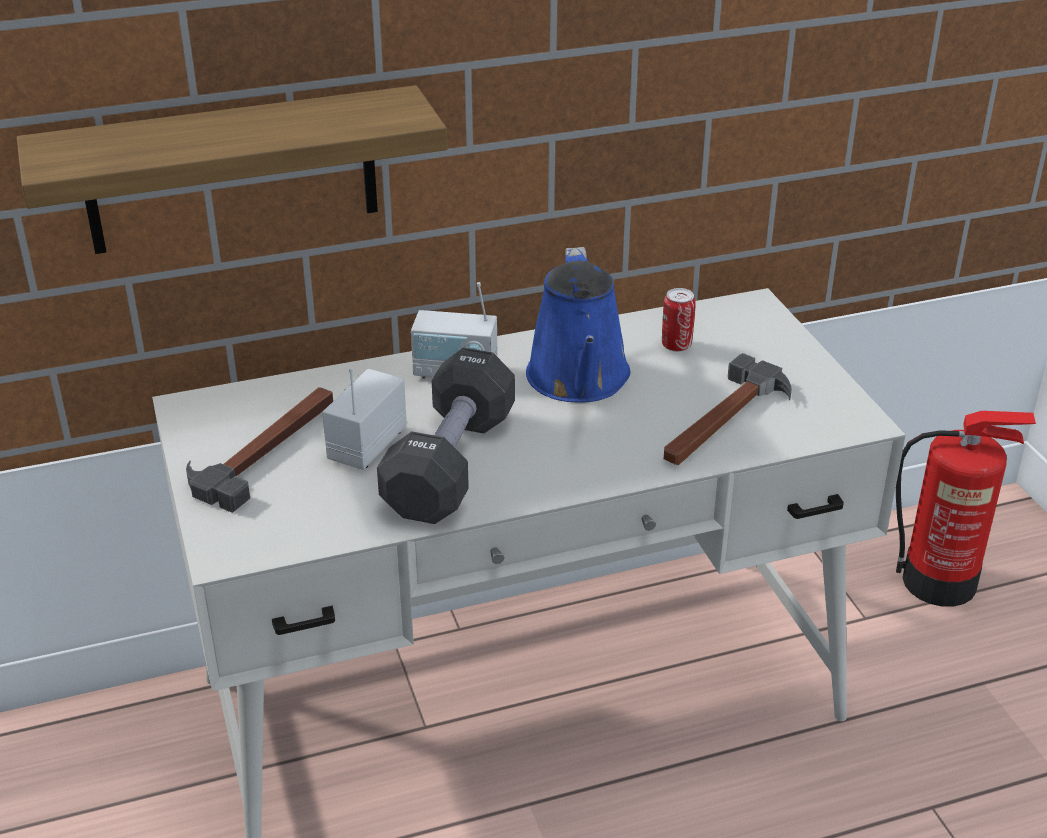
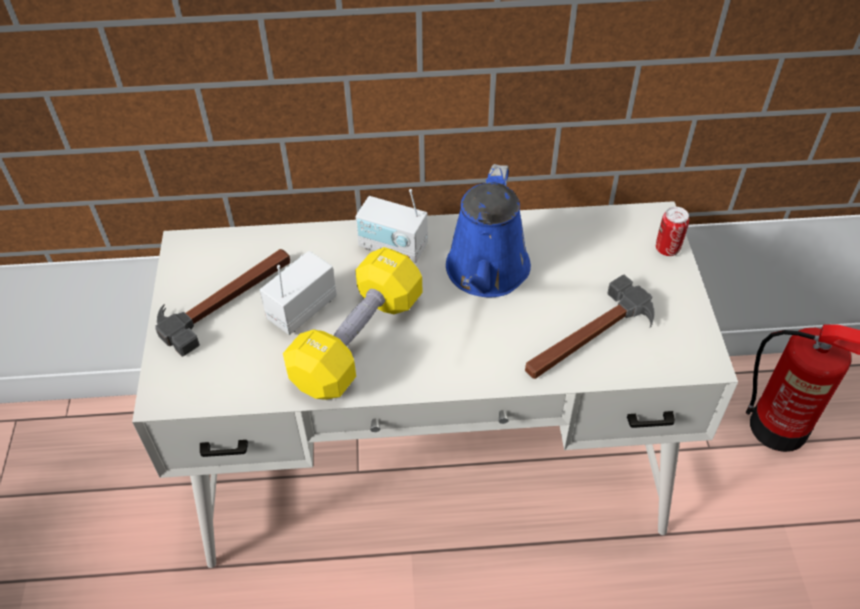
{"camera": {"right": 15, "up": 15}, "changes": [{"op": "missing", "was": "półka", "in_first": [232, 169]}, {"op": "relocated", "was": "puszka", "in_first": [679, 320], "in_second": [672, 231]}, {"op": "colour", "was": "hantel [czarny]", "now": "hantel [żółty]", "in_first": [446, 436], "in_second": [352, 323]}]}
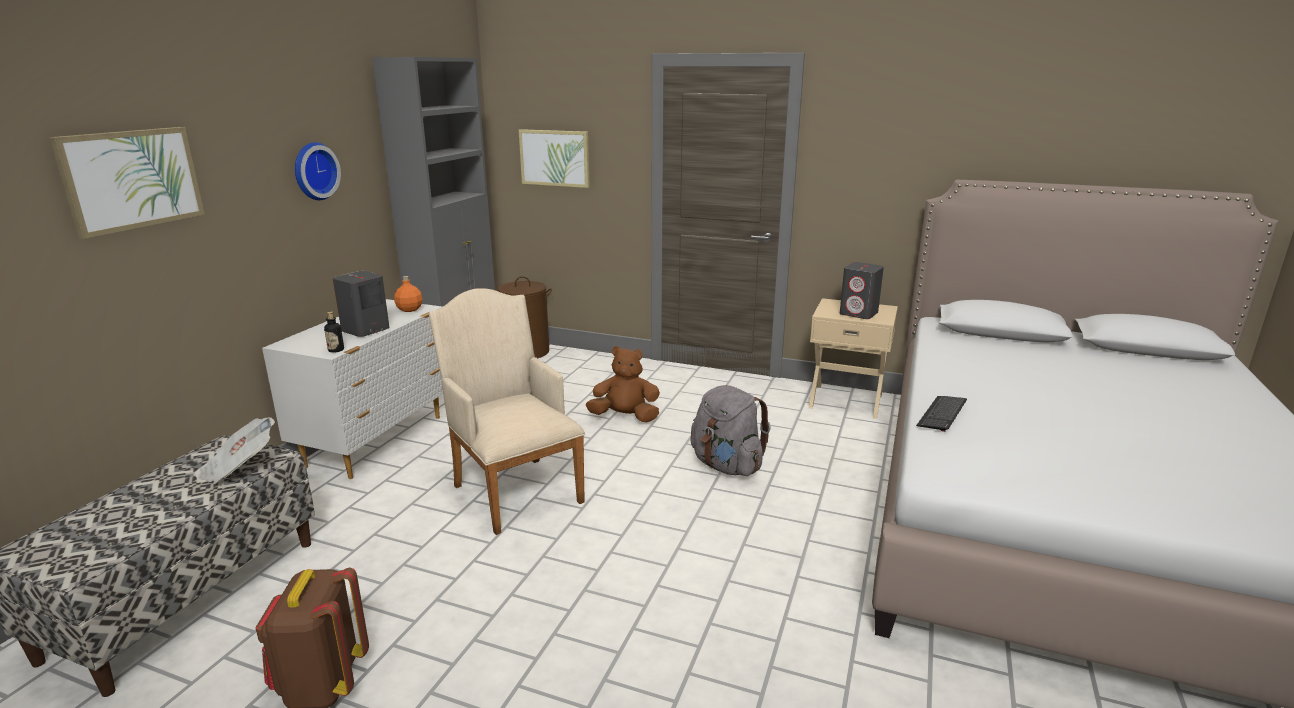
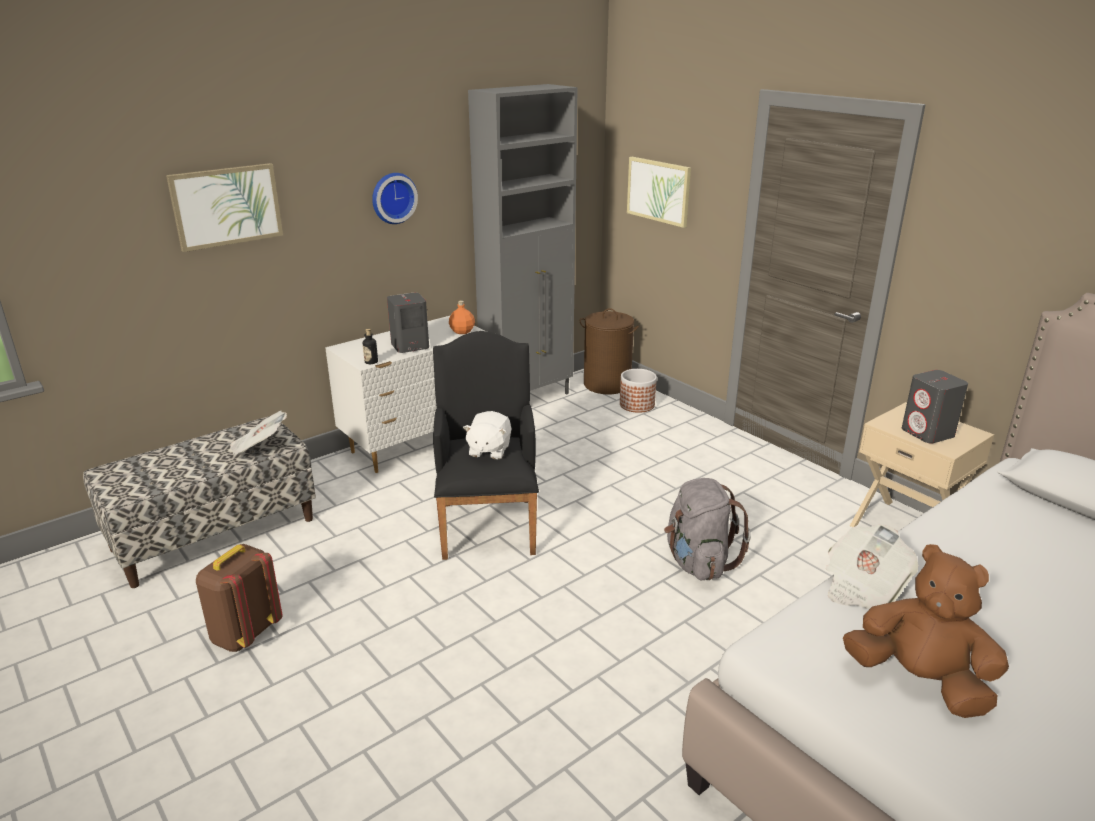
{"camera": {"right": 30, "up": 5}, "changes": [{"op": "appeared", "now": "pluszak [biały]", "in_second": [487, 435]}, {"op": "appeared", "now": "donica", "in_second": [638, 391]}, {"op": "relocated", "was": "pluszak [brązowy]", "in_first": [623, 384], "in_second": [926, 631]}, {"op": "exchanged", "was": "klawiatura", "now": "gazeta", "in_first": [941, 414], "in_second": [872, 567]}, {"op": "colour", "was": "fotel [beżowy]", "now": "fotel [czarny]", "in_first": [507, 411], "in_second": [486, 445]}]}
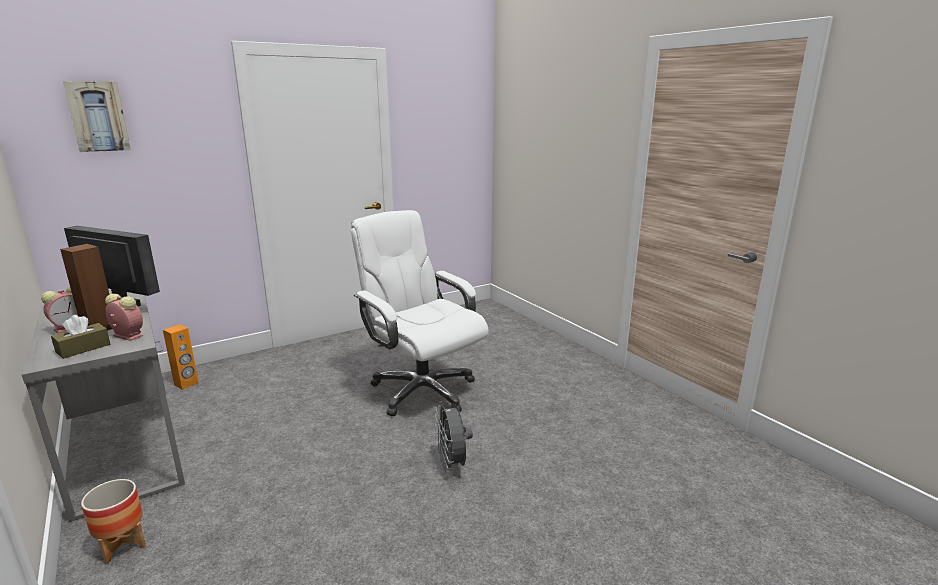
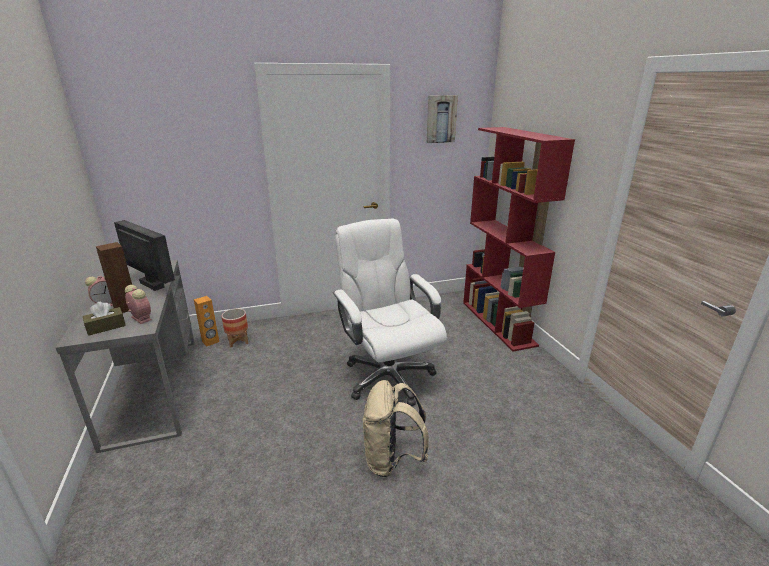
{"camera": {"right": 15, "up": 5}, "changes": [{"op": "appeared", "now": "regał [czerwony]", "in_second": [519, 239]}, {"op": "relocated", "was": "obraz", "in_first": [97, 116], "in_second": [442, 119]}, {"op": "relocated", "was": "donica", "in_first": [113, 521], "in_second": [235, 328]}, {"op": "exchanged", "was": "wentylator [szary]", "now": "plecak [beżowy]", "in_first": [454, 437], "in_second": [396, 428]}]}
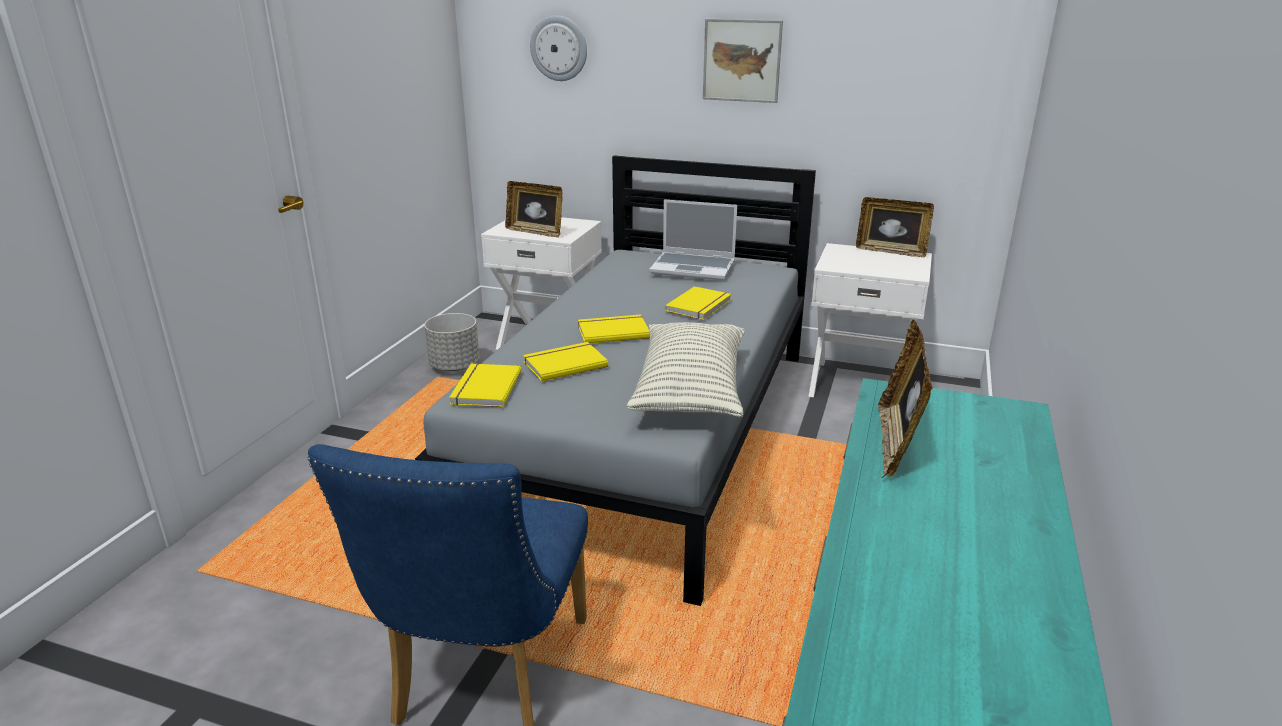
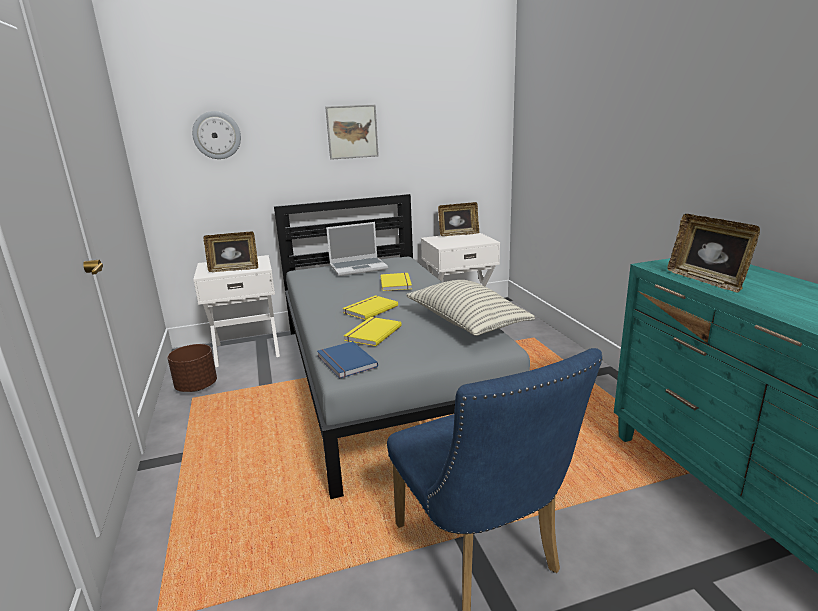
{"camera": {"right": -35, "up": -5}, "changes": [{"op": "colour", "was": "donica [szary]", "now": "donica [brązowy]", "in_first": [452, 342], "in_second": [192, 368]}, {"op": "colour", "was": "książka [żółty]", "now": "książka [niebieski]", "in_first": [485, 385], "in_second": [347, 360]}]}
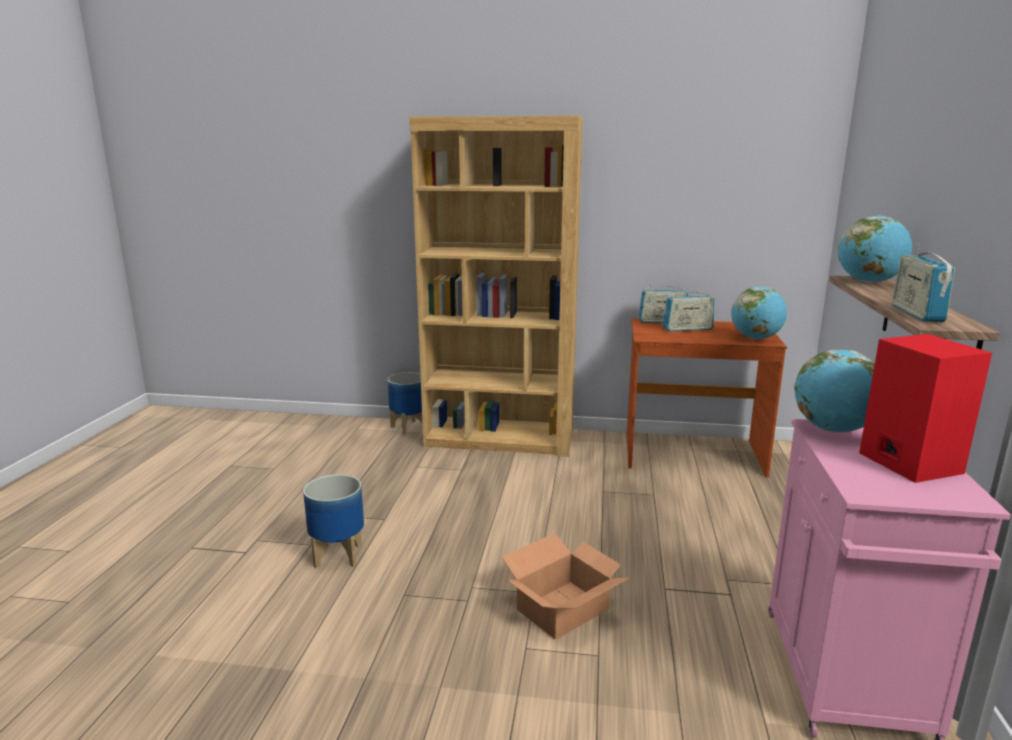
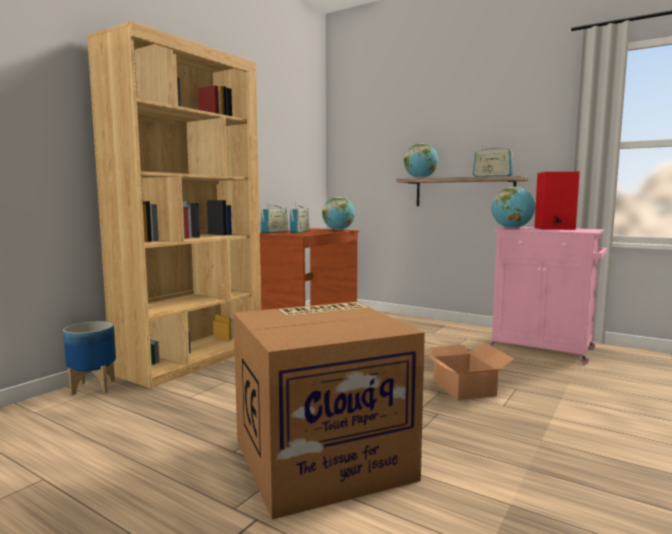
{"camera": {"right": -65, "up": -10}, "changes": [{"op": "exchanged", "was": "donica", "now": "karton", "in_first": [333, 521], "in_second": [329, 411]}]}
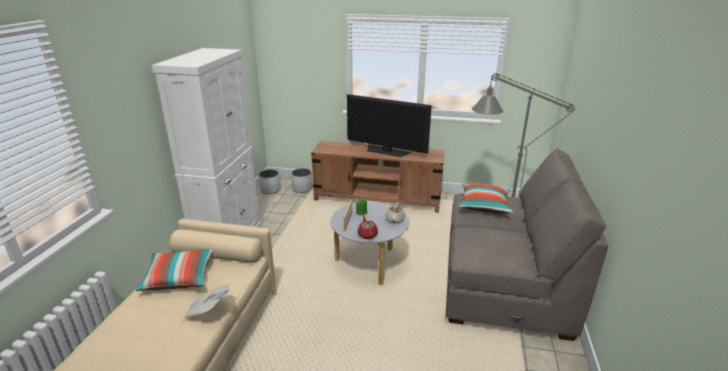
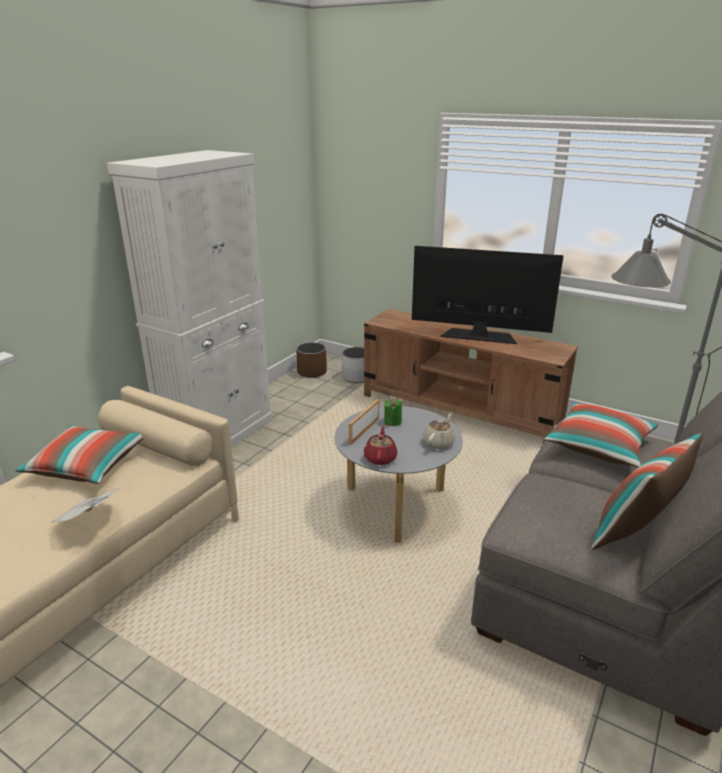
{"camera": {"right": 20, "up": 0}, "changes": [{"op": "appeared", "now": "poduszka", "in_second": [647, 491]}, {"op": "colour", "was": "donica [biały]", "now": "donica [brązowy]", "in_first": [269, 181], "in_second": [311, 360]}, {"op": "spun", "was": "telewizor", "in_first": [389, 125], "in_second": [488, 295], "clockwise": 150}]}
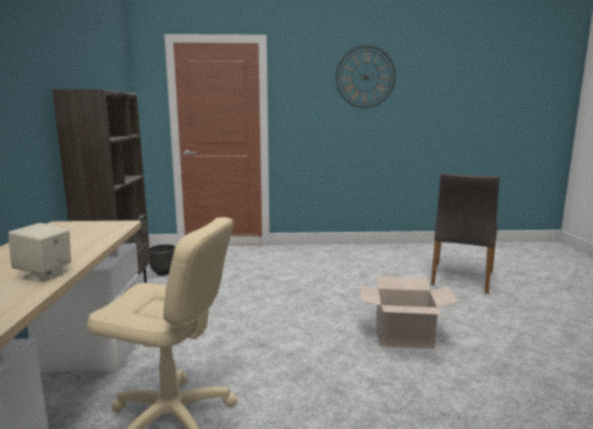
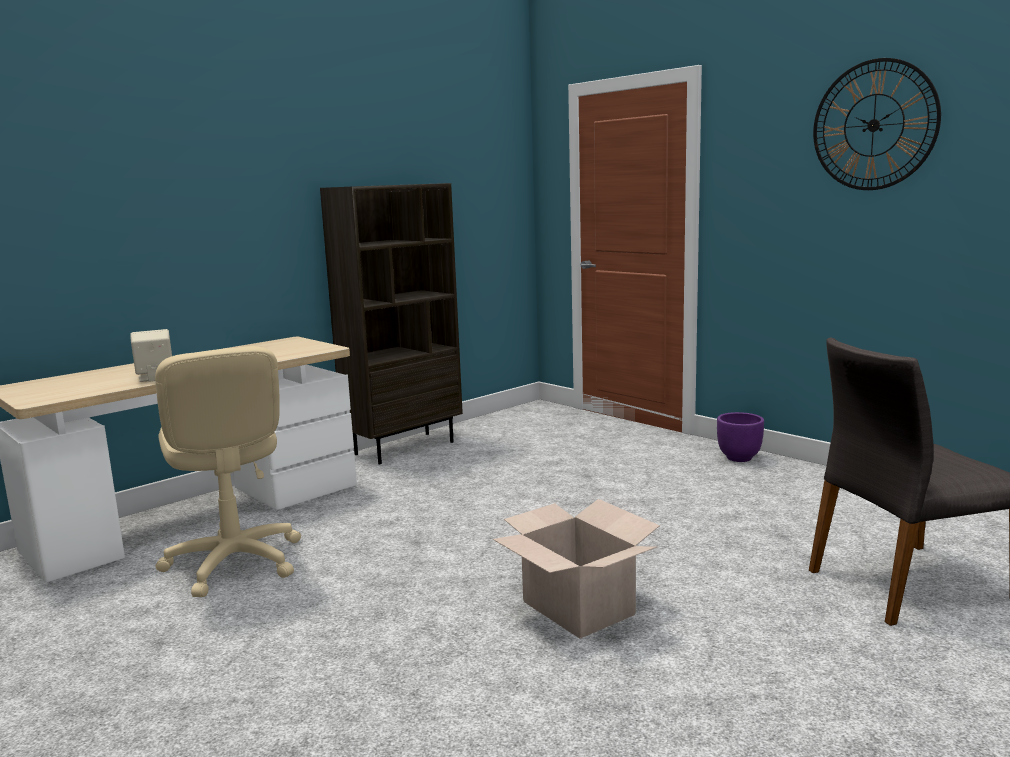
{"camera": {"right": 50, "up": 0}, "changes": [{"op": "missing", "was": "donica [czarny]", "in_first": [162, 259]}, {"op": "appeared", "now": "donica [fioletowy]", "in_second": [740, 437]}]}
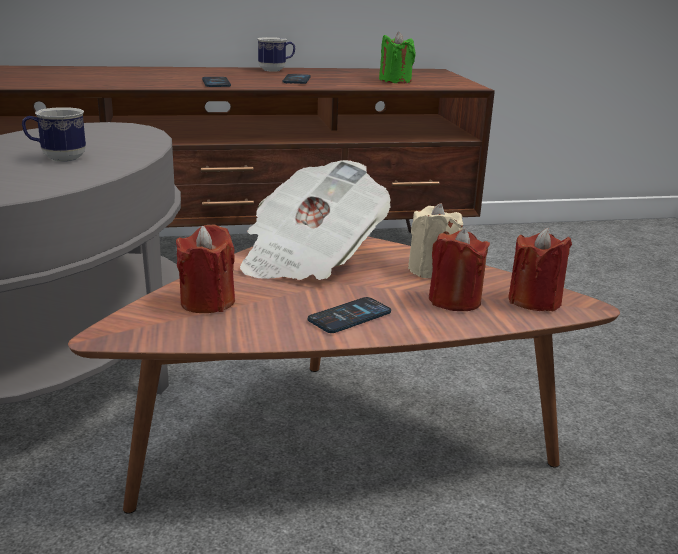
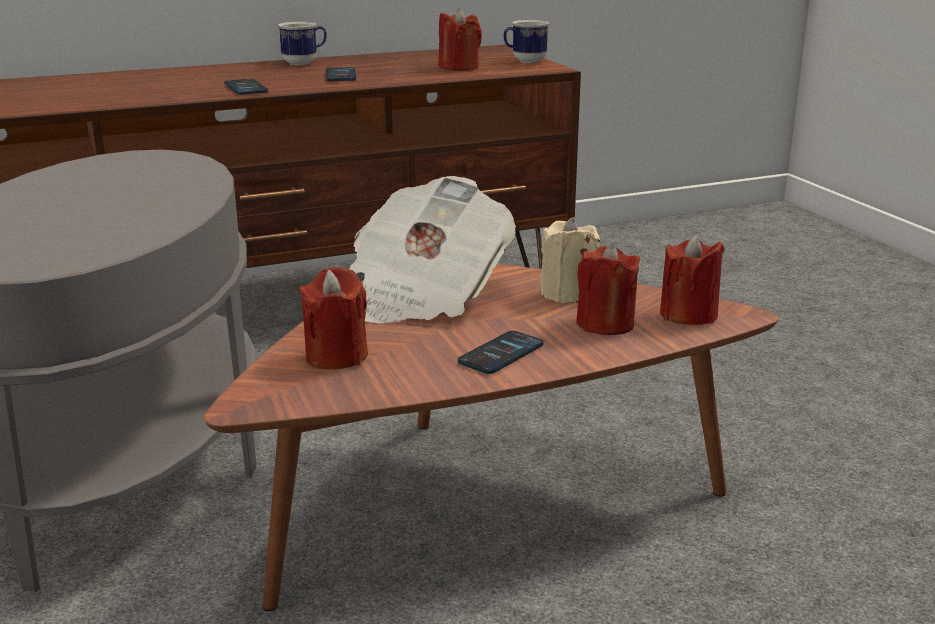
{"camera": {"right": -10, "up": 0}, "changes": [{"op": "relocated", "was": "kubek", "in_first": [54, 134], "in_second": [526, 41]}, {"op": "colour", "was": "świeca [zielony]", "now": "świeca [czerwony]", "in_first": [397, 57], "in_second": [460, 39]}]}
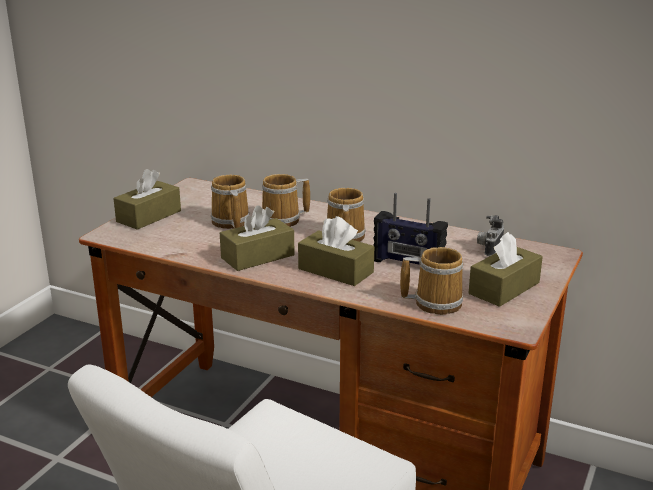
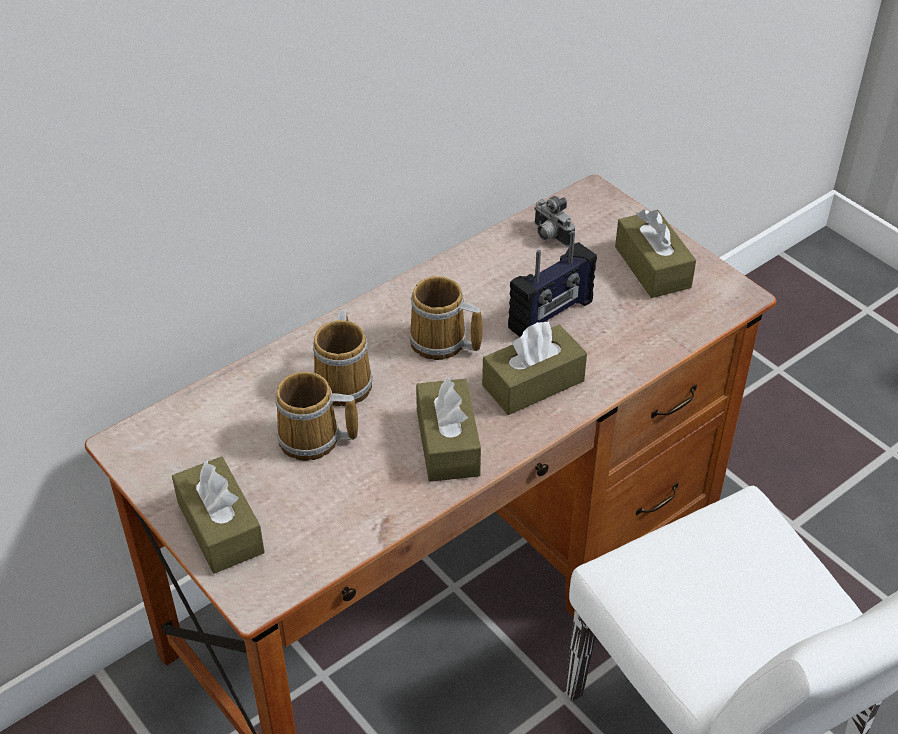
{"camera": {"right": -65, "up": 20}, "changes": [{"op": "missing", "was": "kubek", "in_first": [432, 281]}]}
